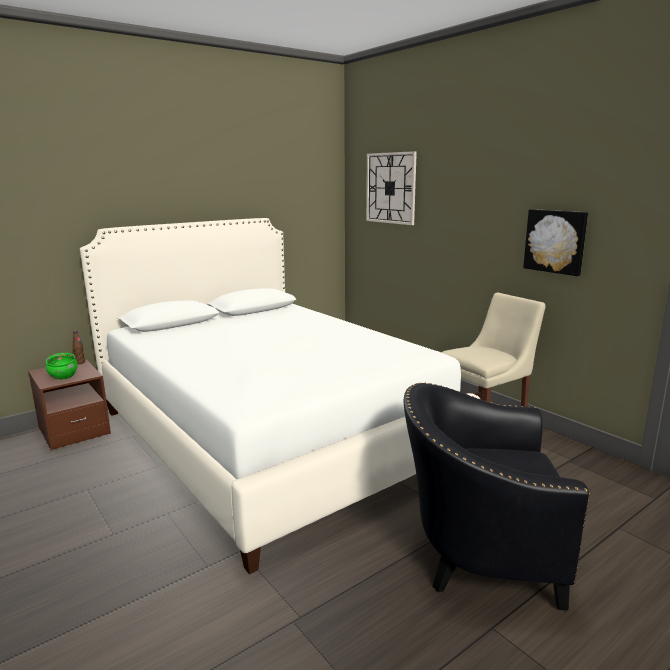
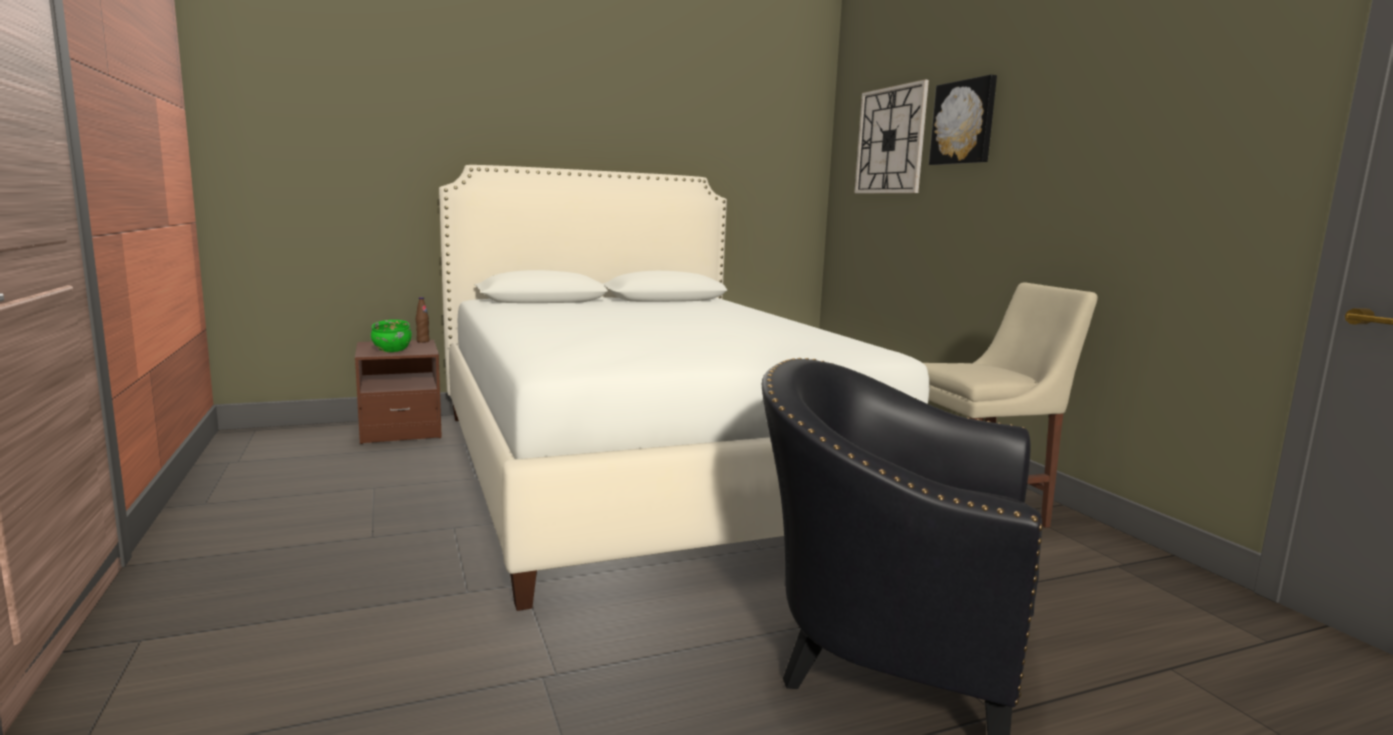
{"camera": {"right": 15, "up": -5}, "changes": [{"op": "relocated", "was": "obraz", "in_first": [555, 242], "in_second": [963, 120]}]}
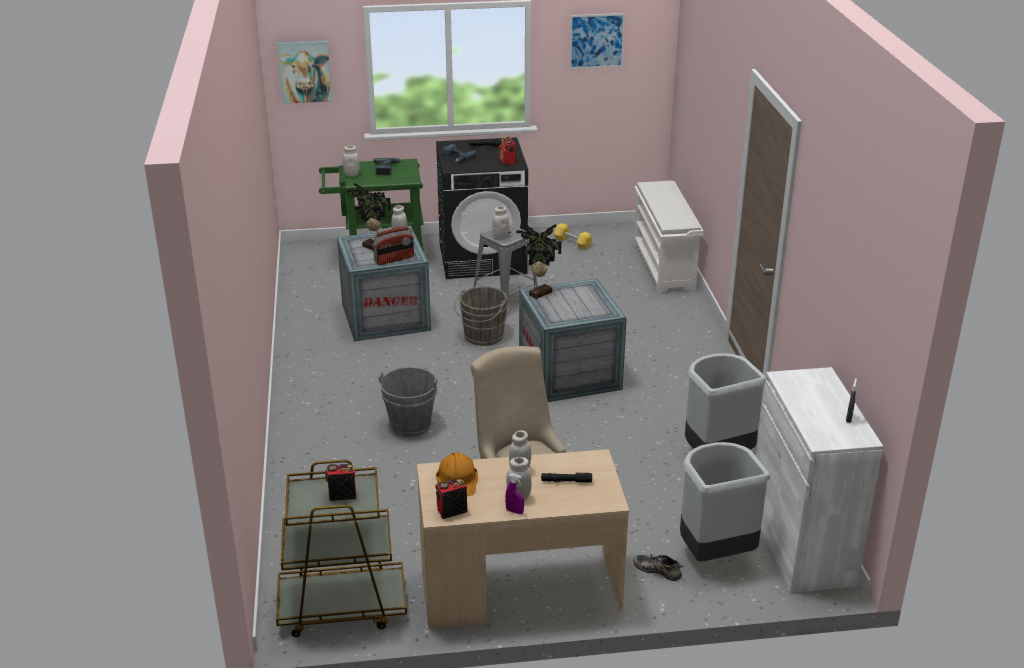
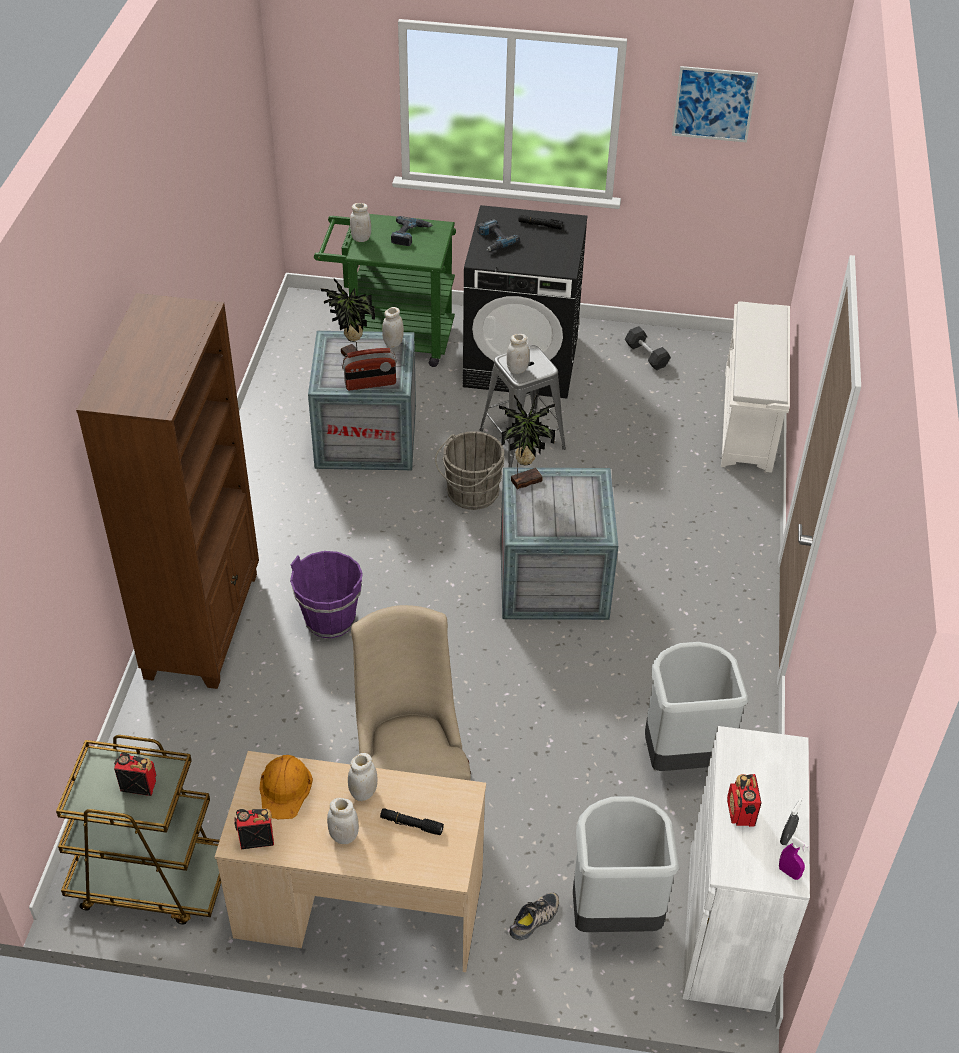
{"camera": {"right": 15, "up": 15}, "changes": [{"op": "missing", "was": "obraz", "in_first": [304, 72]}, {"op": "appeared", "now": "regał [brązowy]", "in_second": [167, 491]}, {"op": "relocated", "was": "radio", "in_first": [507, 150], "in_second": [744, 800]}, {"op": "relocated", "was": "spryskiwacz [fioletowy]", "in_first": [514, 494], "in_second": [793, 858]}, {"op": "colour", "was": "wiadro [szary]", "now": "wiadro [fioletowy]", "in_first": [408, 402], "in_second": [326, 594]}, {"op": "colour", "was": "hantel [żółty]", "now": "hantel [czarny]", "in_first": [573, 236], "in_second": [648, 348]}, {"op": "spun", "was": "but", "in_first": [658, 567], "in_second": [534, 916], "clockwise": 90}]}
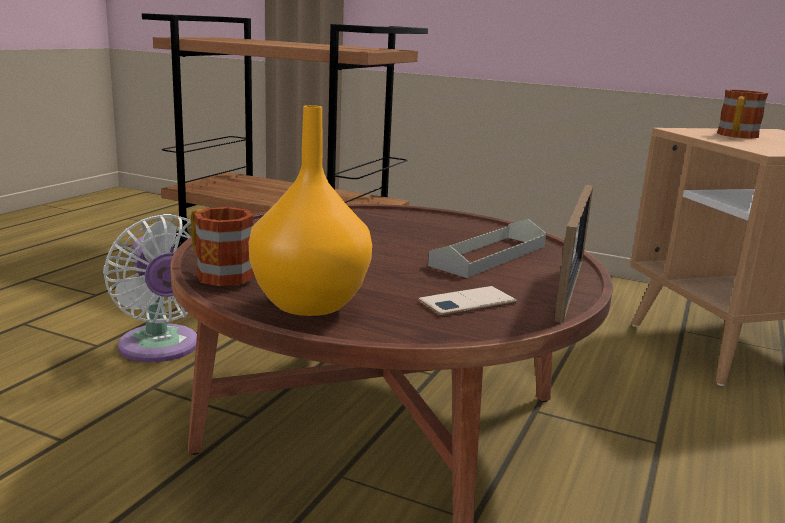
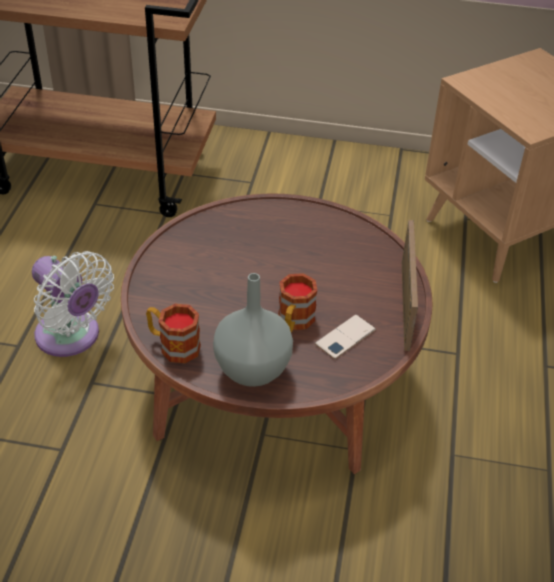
{"camera": {"right": -15, "up": 25}, "changes": [{"op": "missing", "was": "taca [szary]", "in_first": [487, 248]}, {"op": "relocated", "was": "kubek", "in_first": [742, 114], "in_second": [297, 303]}, {"op": "colour", "was": "wazon [pomarańczowy]", "now": "wazon [szary]", "in_first": [310, 210], "in_second": [253, 330]}]}
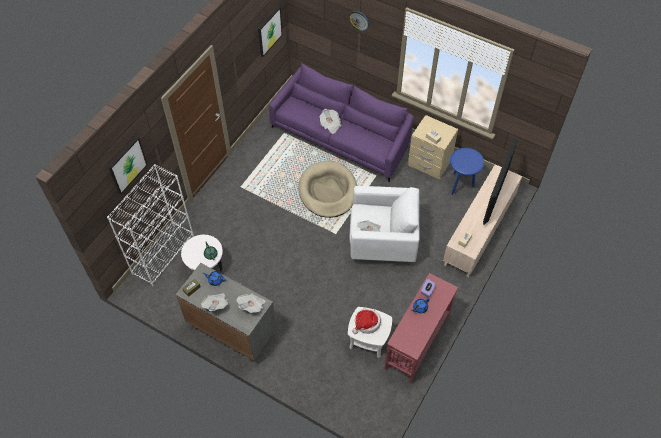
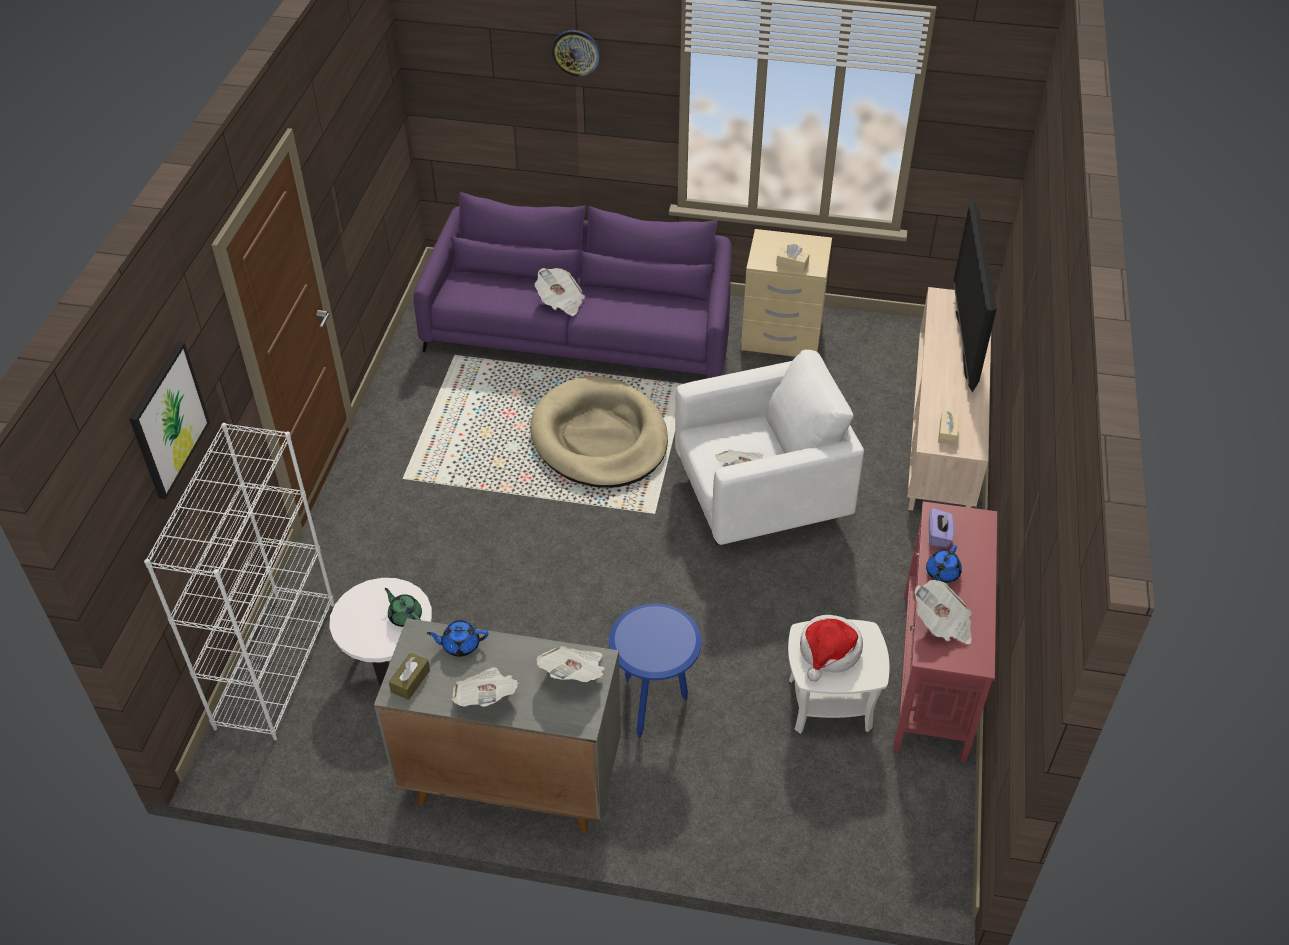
{"camera": {"right": -20, "up": -10}, "changes": [{"op": "missing", "was": "obraz", "in_first": [270, 31]}, {"op": "appeared", "now": "gazeta", "in_second": [943, 612]}, {"op": "relocated", "was": "stolik [niebieski]", "in_first": [467, 171], "in_second": [655, 671]}]}
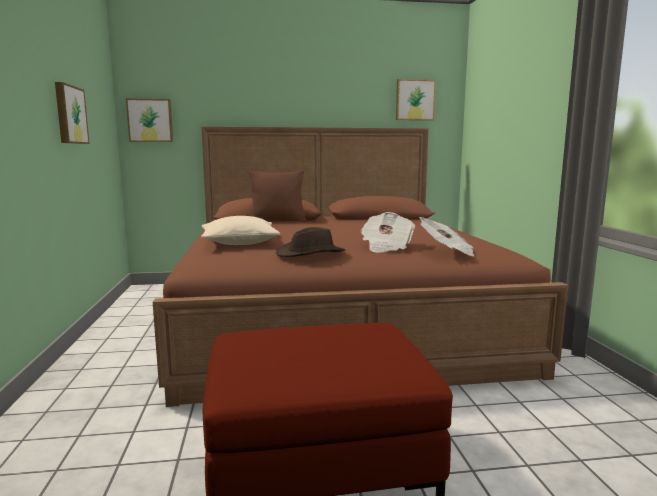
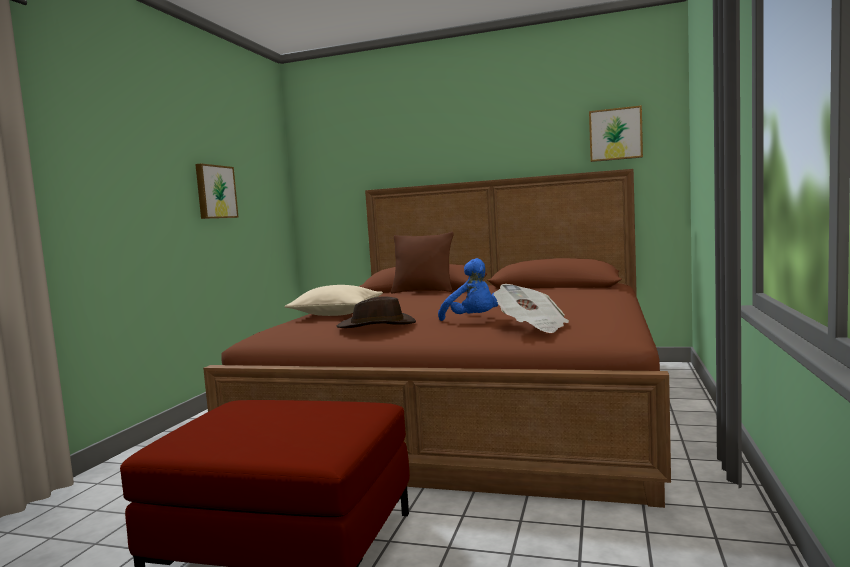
{"camera": {"right": 25, "up": -5}, "changes": [{"op": "missing", "was": "obraz", "in_first": [149, 120]}, {"op": "exchanged", "was": "gazeta", "now": "pluszak [niebieski]", "in_first": [388, 232], "in_second": [468, 289]}]}
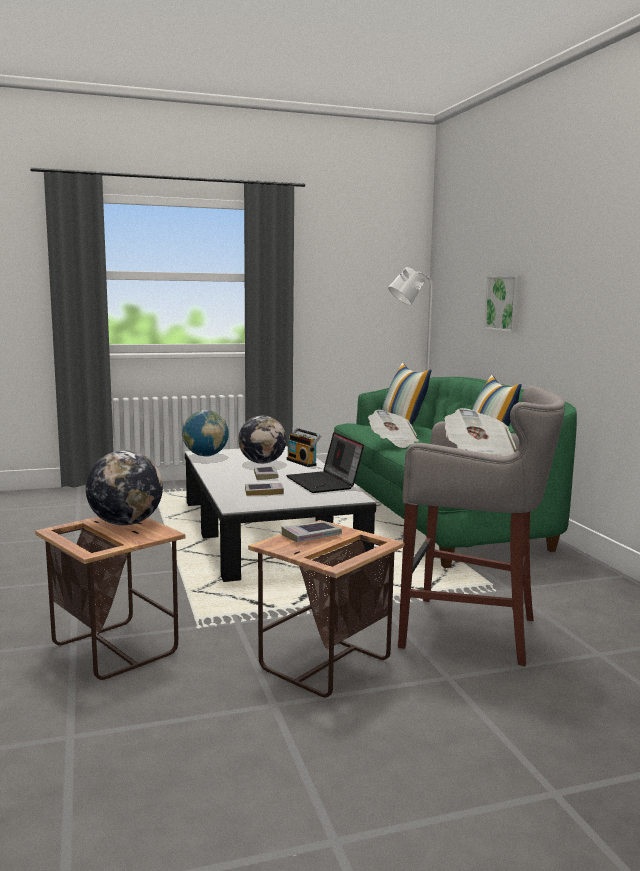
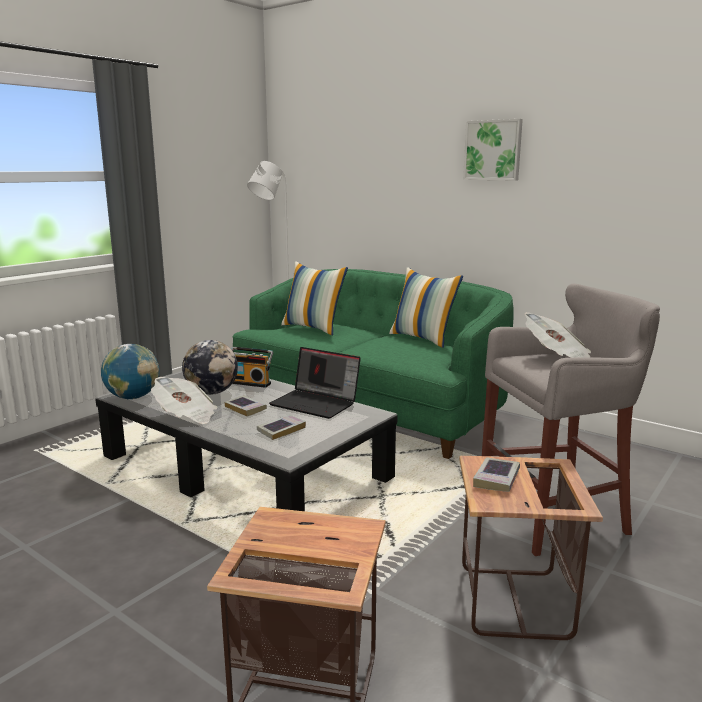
{"camera": {"right": -35, "up": 5}, "changes": [{"op": "missing", "was": "globus", "in_first": [124, 488]}, {"op": "relocated", "was": "gazeta", "in_first": [393, 429], "in_second": [184, 400]}, {"op": "relocated", "was": "obraz", "in_first": [502, 304], "in_second": [493, 150]}]}
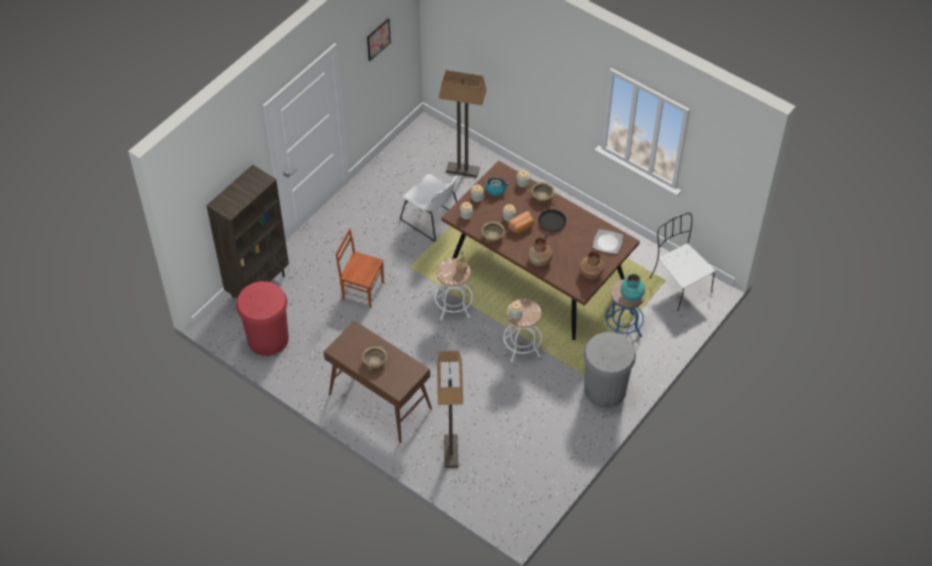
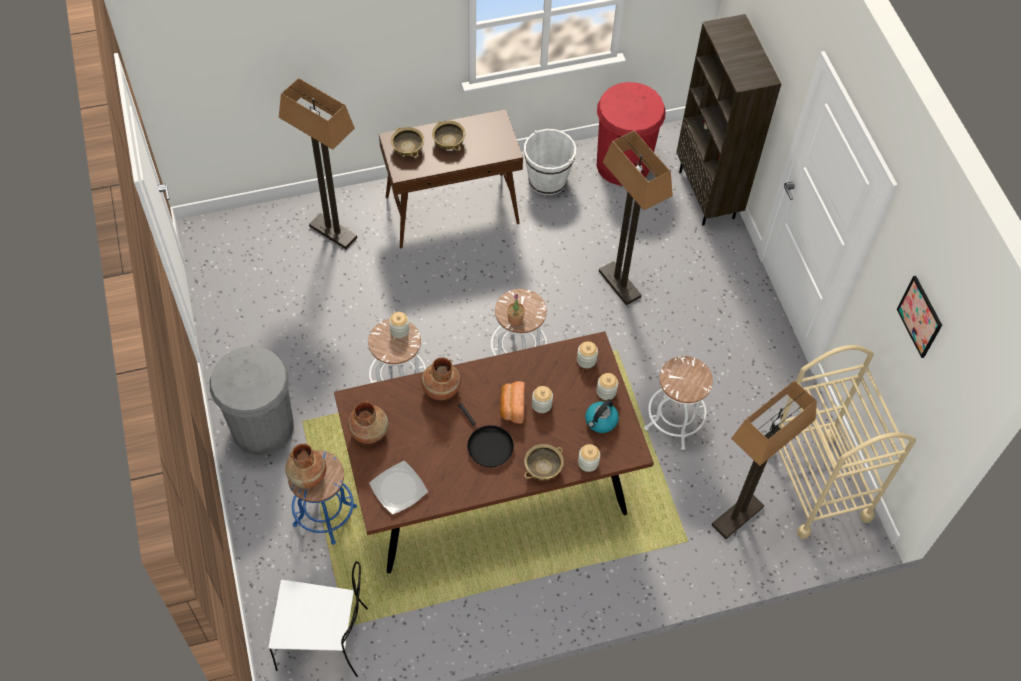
{"camera": {"right": 125, "up": 5}, "changes": [{"op": "appeared", "now": "wiadro [biały]", "in_second": [550, 162]}, {"op": "appeared", "now": "wózek [beżowy]", "in_second": [843, 442]}, {"op": "relocated", "was": "miska [beżowy]", "in_first": [493, 232], "in_second": [407, 142]}, {"op": "exchanged", "was": "krzesło [brązowy]", "now": "lampa stojąca", "in_first": [360, 268], "in_second": [636, 218]}, {"op": "exchanged", "was": "krzesło [biały]", "now": "stołek [biały]", "in_first": [429, 208], "in_second": [678, 403]}, {"op": "colour", "was": "wazon [turkusowy]", "now": "wazon [brązowy]", "in_first": [632, 287], "in_second": [305, 466]}]}
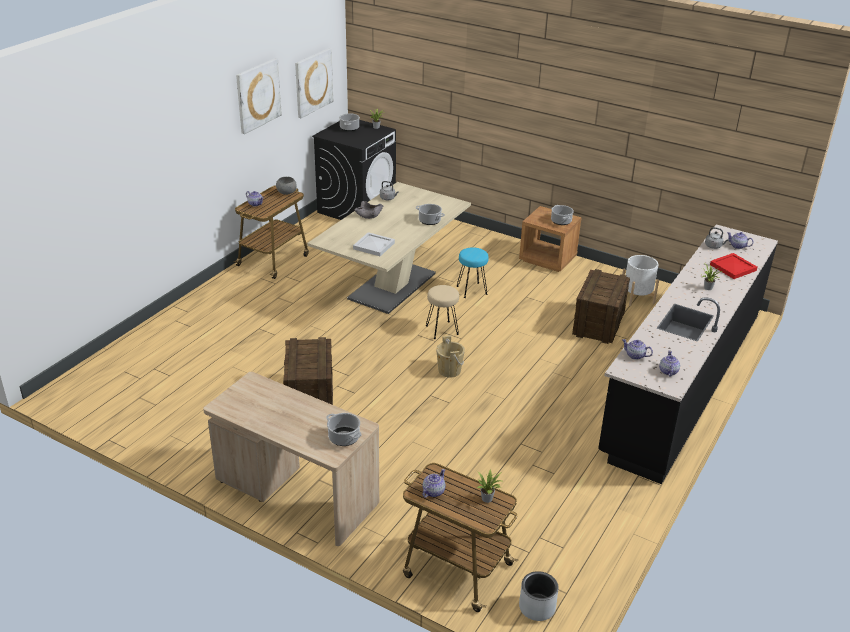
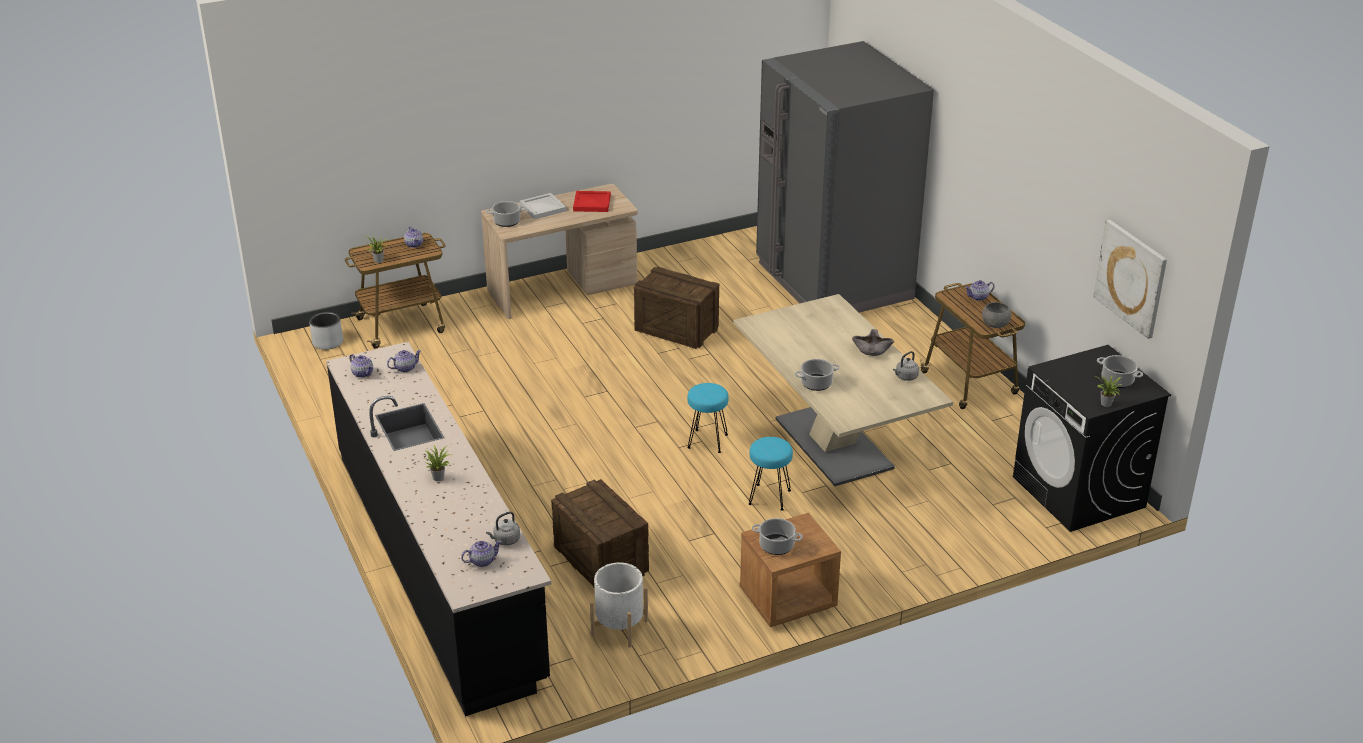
{"camera": {"right": 125, "up": 0}, "changes": [{"op": "missing", "was": "obraz", "in_first": [259, 96]}, {"op": "missing", "was": "wiadro [beżowy]", "in_first": [450, 357]}, {"op": "appeared", "now": "lodówka [szary]", "in_second": [845, 177]}, {"op": "relocated", "was": "taca [biały]", "in_first": [374, 244], "in_second": [543, 206]}, {"op": "relocated", "was": "taca [czerwony]", "in_first": [734, 266], "in_second": [592, 201]}, {"op": "colour", "was": "stołek [beżowy]", "now": "stołek [turkusowy]", "in_first": [442, 312], "in_second": [708, 418]}]}
